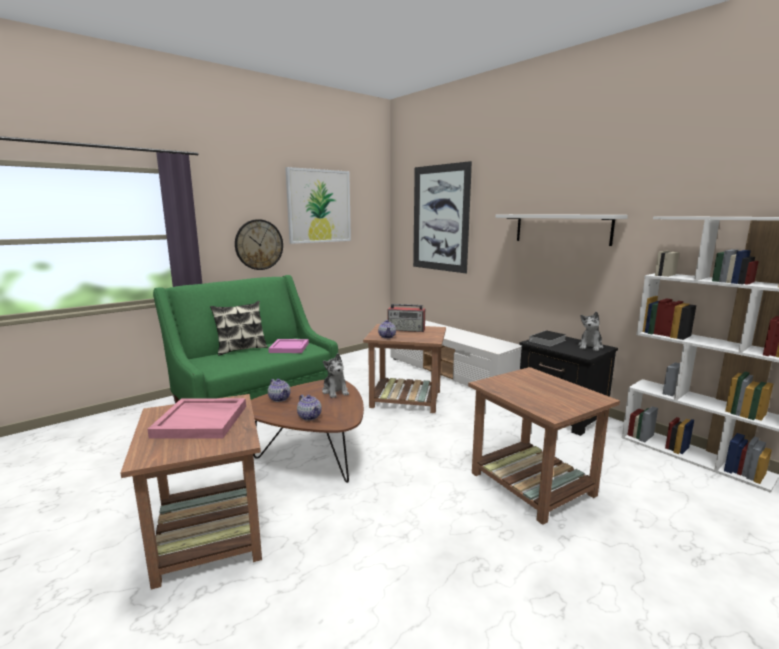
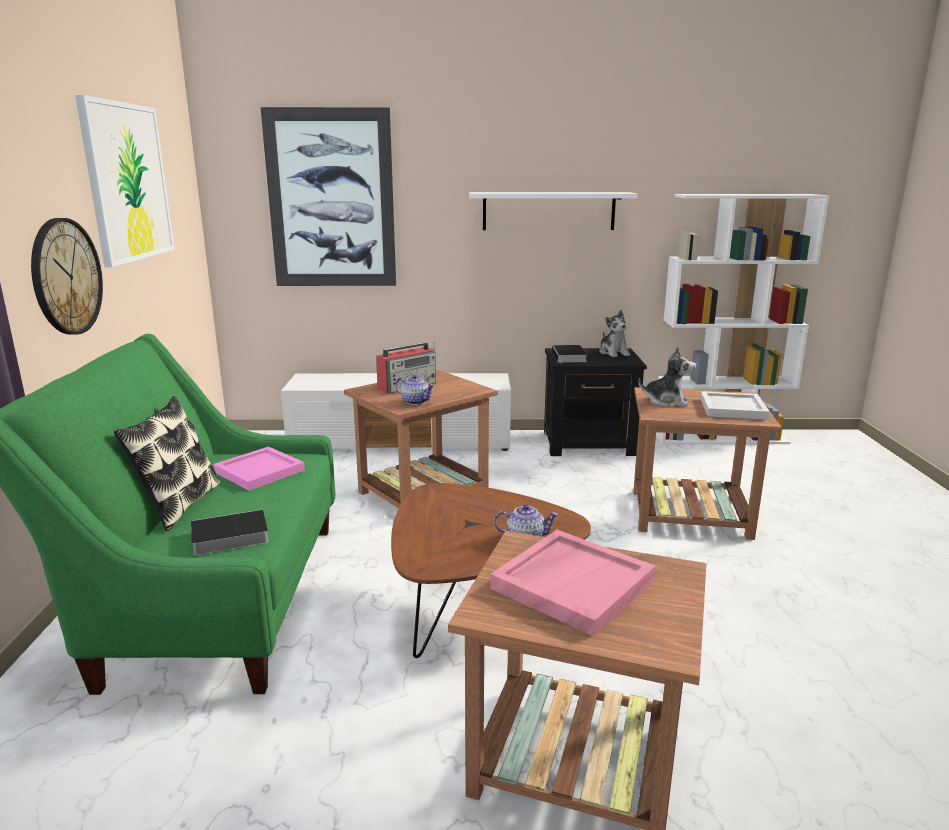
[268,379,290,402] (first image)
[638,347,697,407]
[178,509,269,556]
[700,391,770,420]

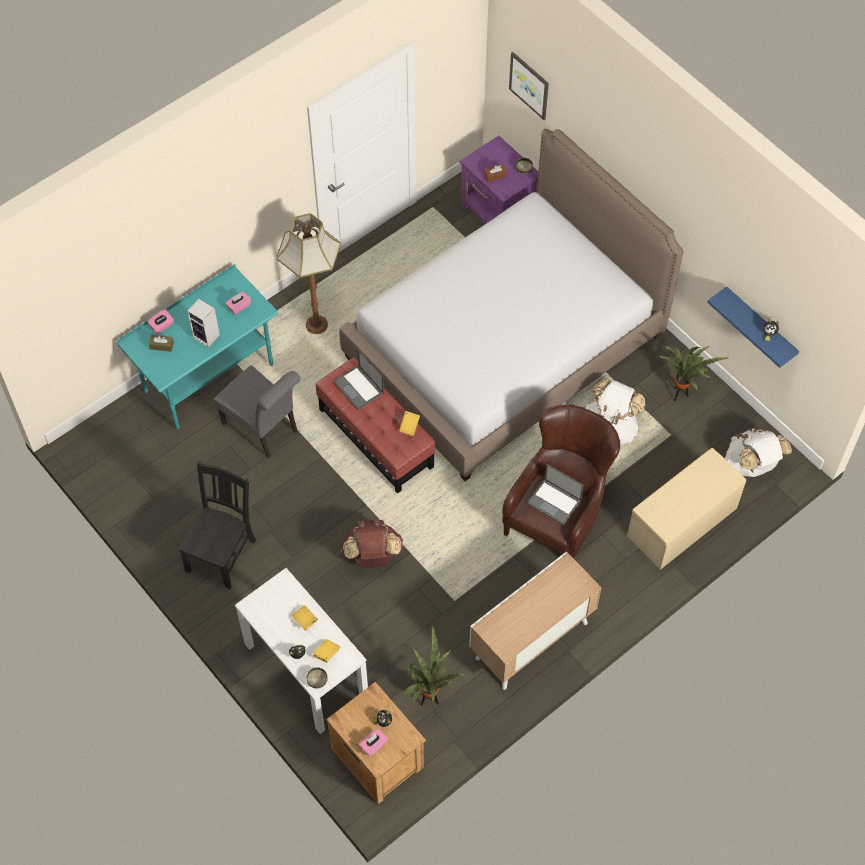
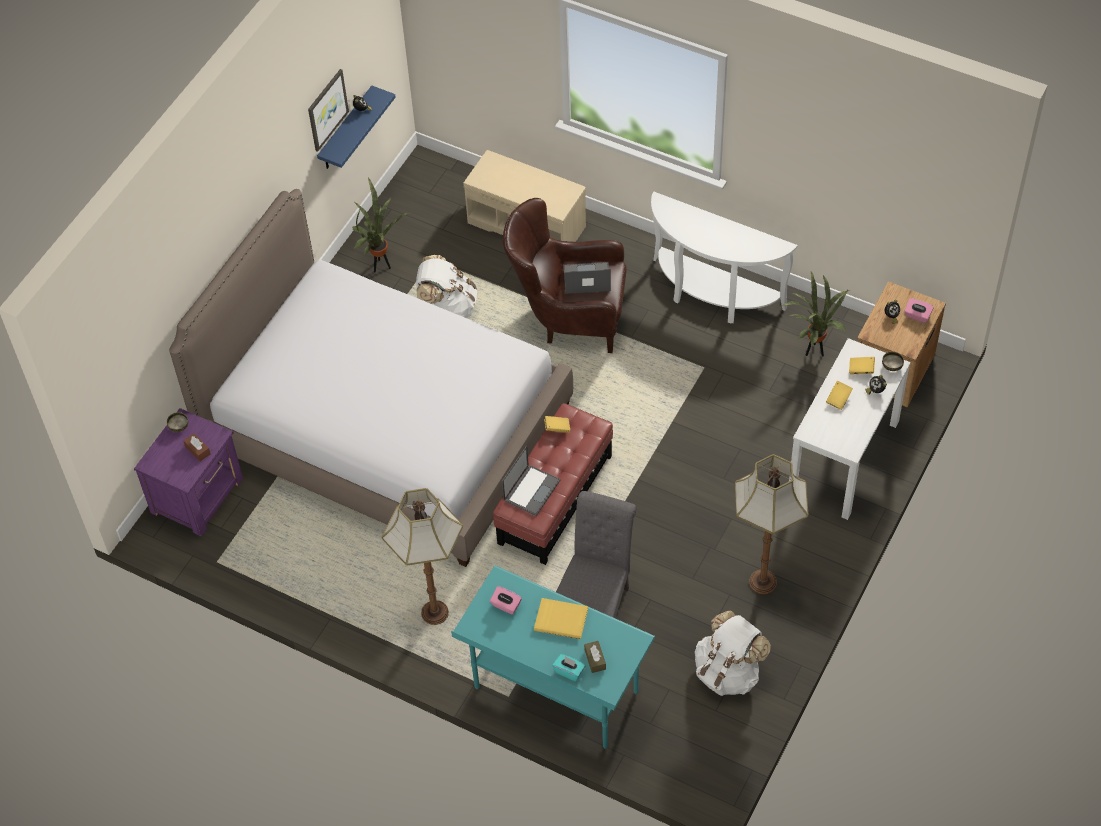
[552,654,585,682]
[735,454,808,594]
[534,598,588,639]
[340,519,403,568] (first image)
[651,192,798,323]
[308,69,349,152]
[563,262,611,294]
[695,610,771,696]

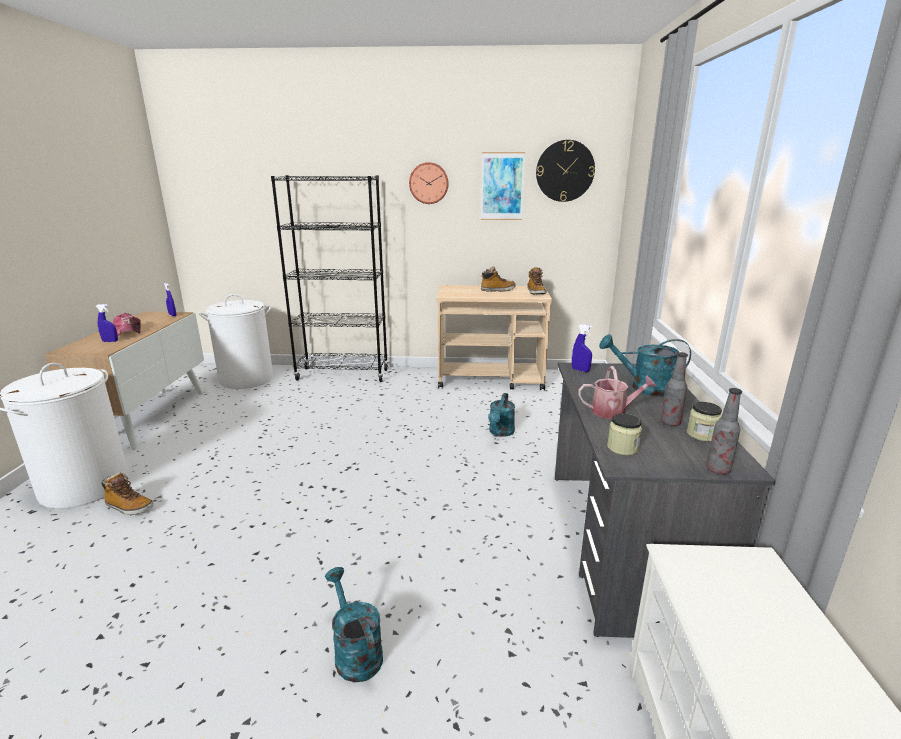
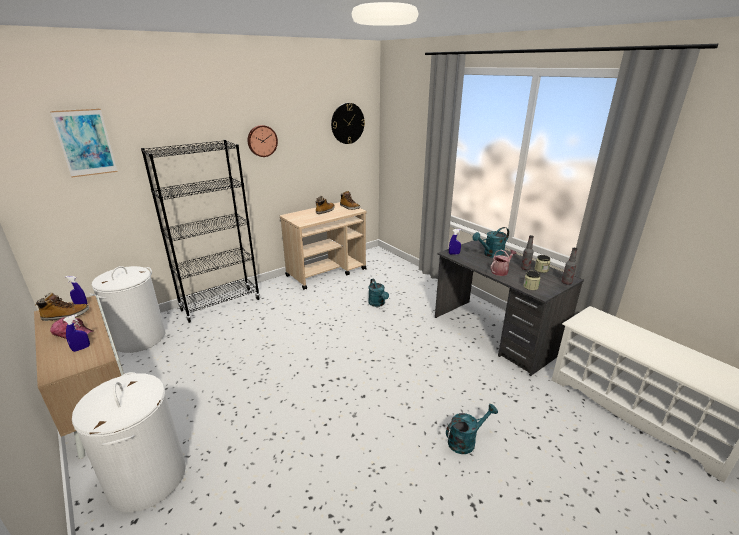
[35,293,89,321]
[446,404,498,454]
[50,109,118,177]

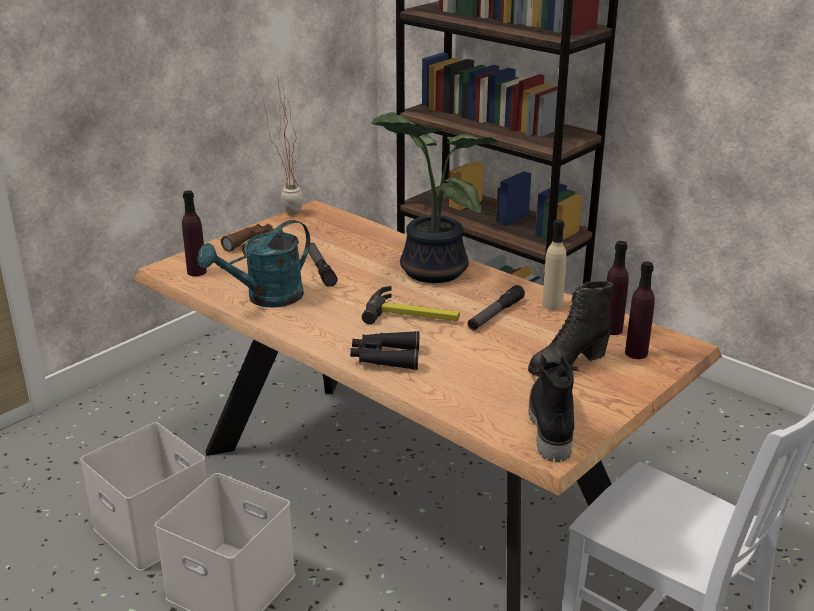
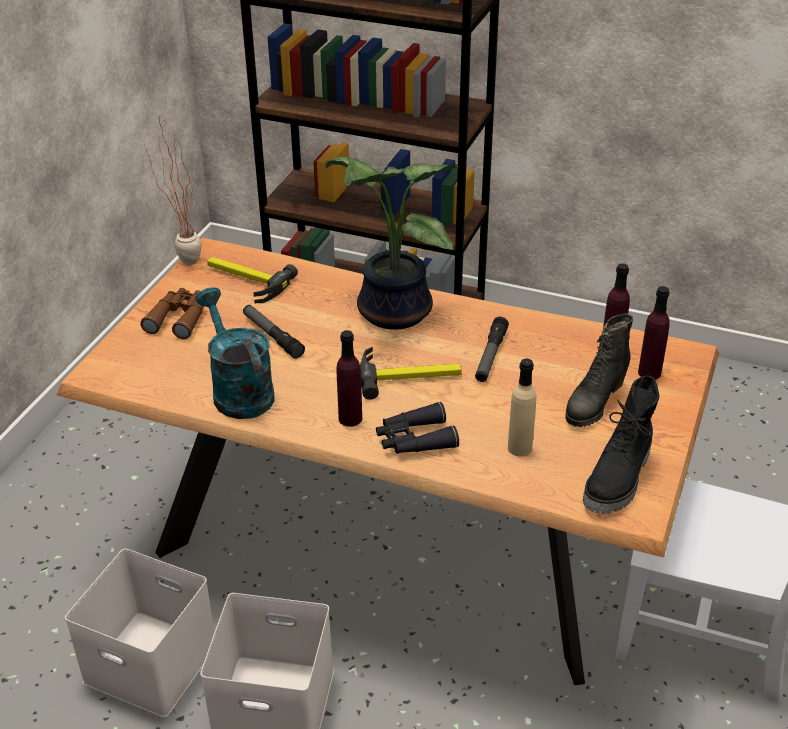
[336,330,362,427]
[195,287,275,419]
[583,375,660,514]
[508,359,537,457]
[207,257,298,303]

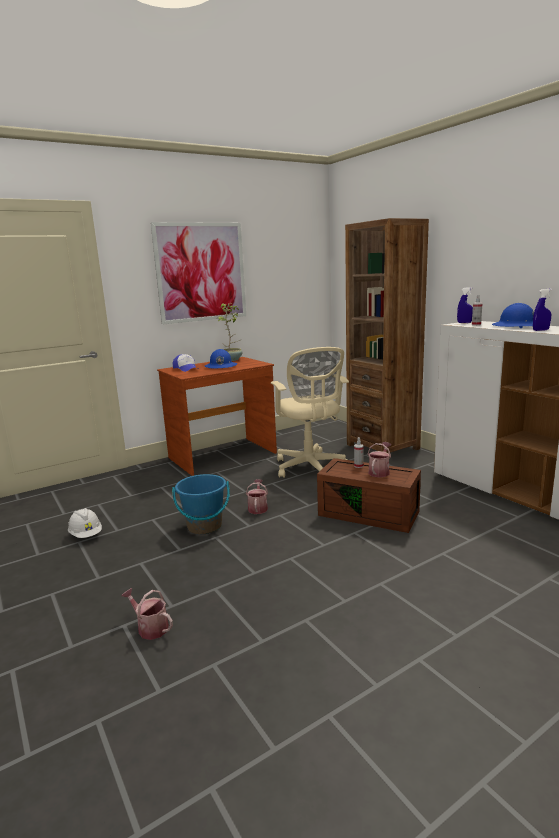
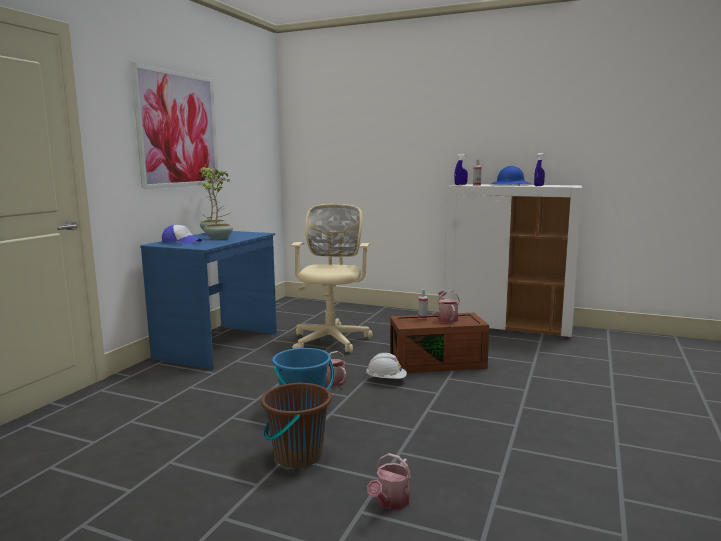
[365,353,407,379]
[367,453,411,510]
[140,231,277,370]
[204,168,233,239]
[291,204,373,353]
[345,218,429,453] (first image)
[261,382,332,468]

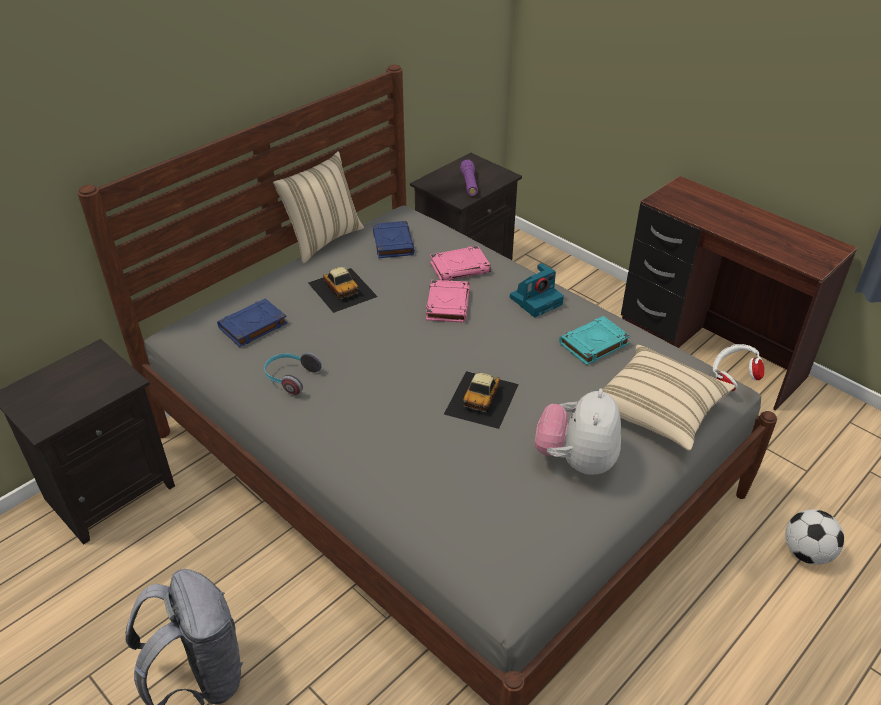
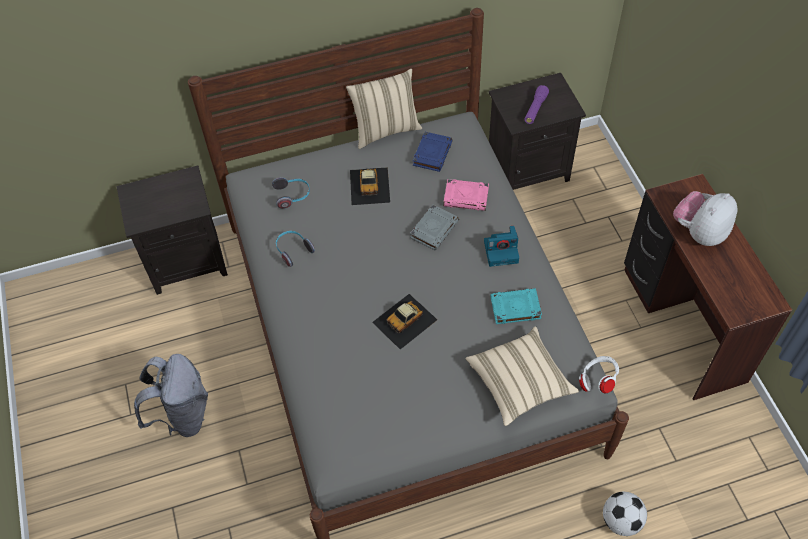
[272,177,310,209]
[410,205,459,251]
[673,191,738,246]

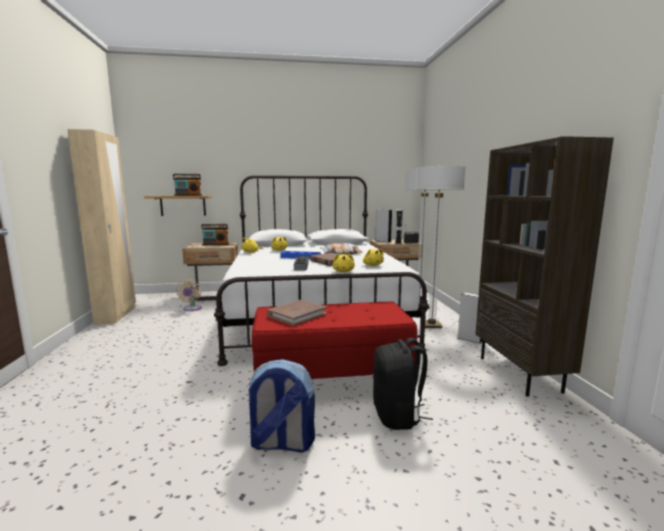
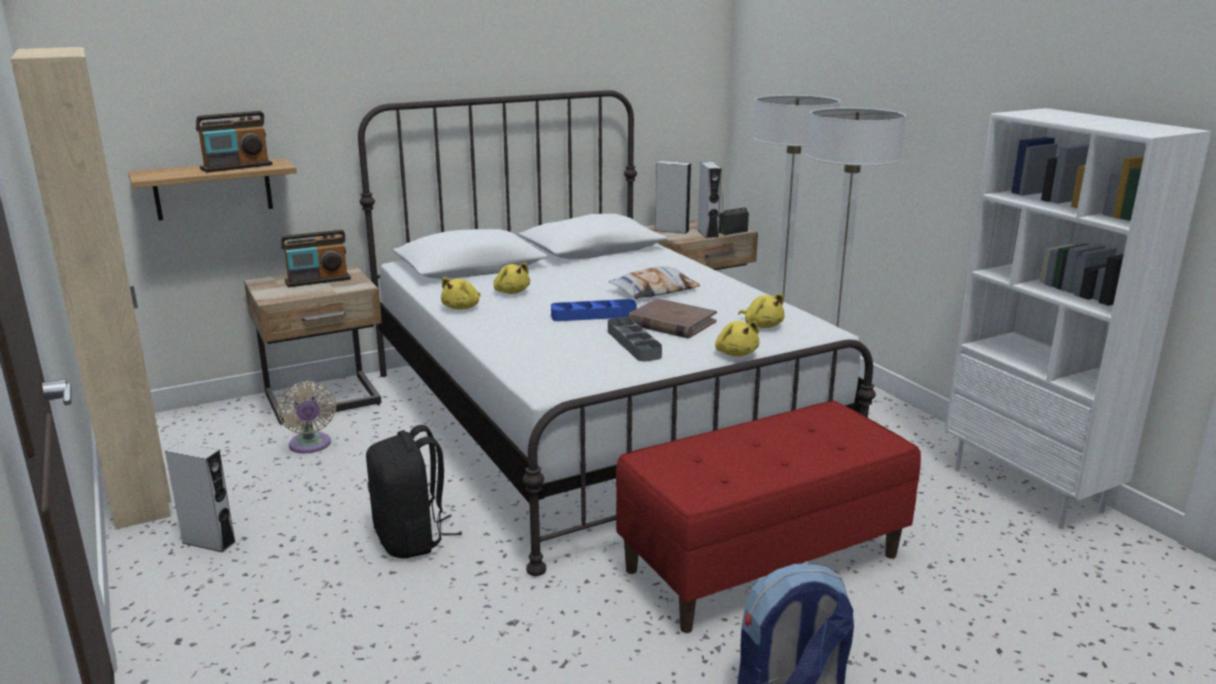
[267,300,327,326] (first image)
[366,425,462,559]
[165,442,236,553]
[945,108,1212,529]

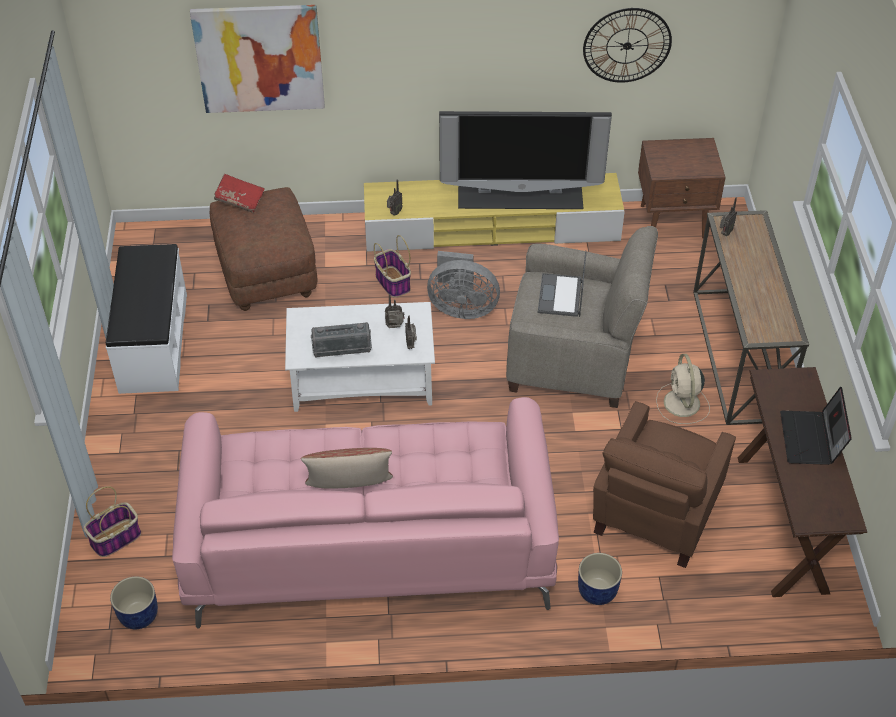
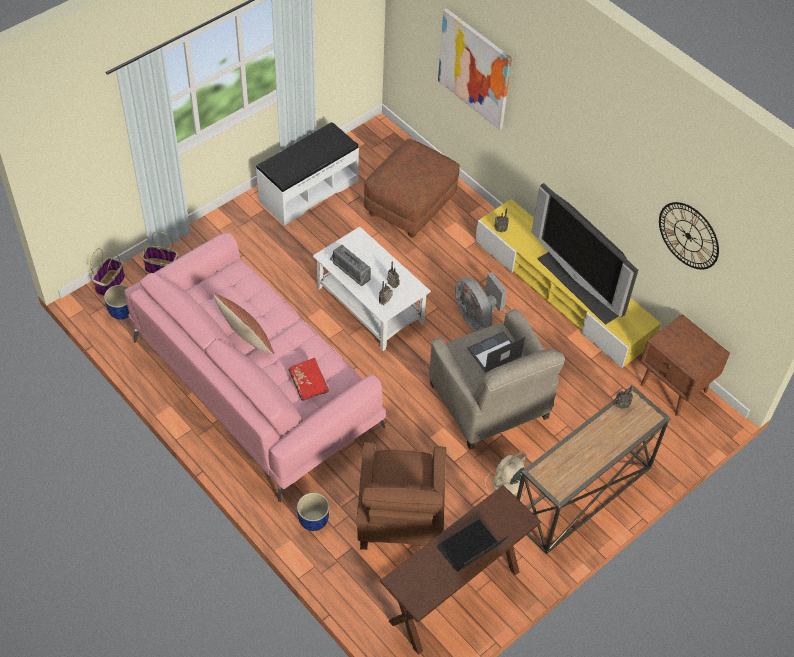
[289,358,329,401]
[90,248,125,296]
[357,442,446,550]

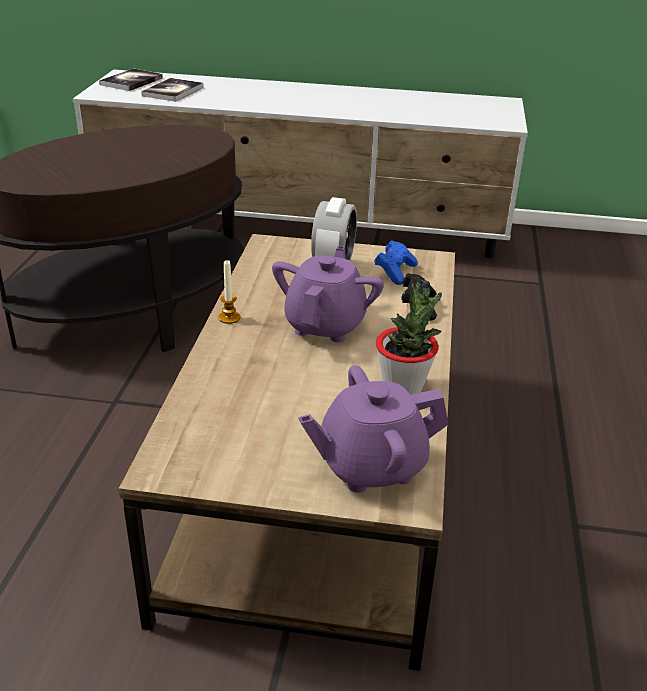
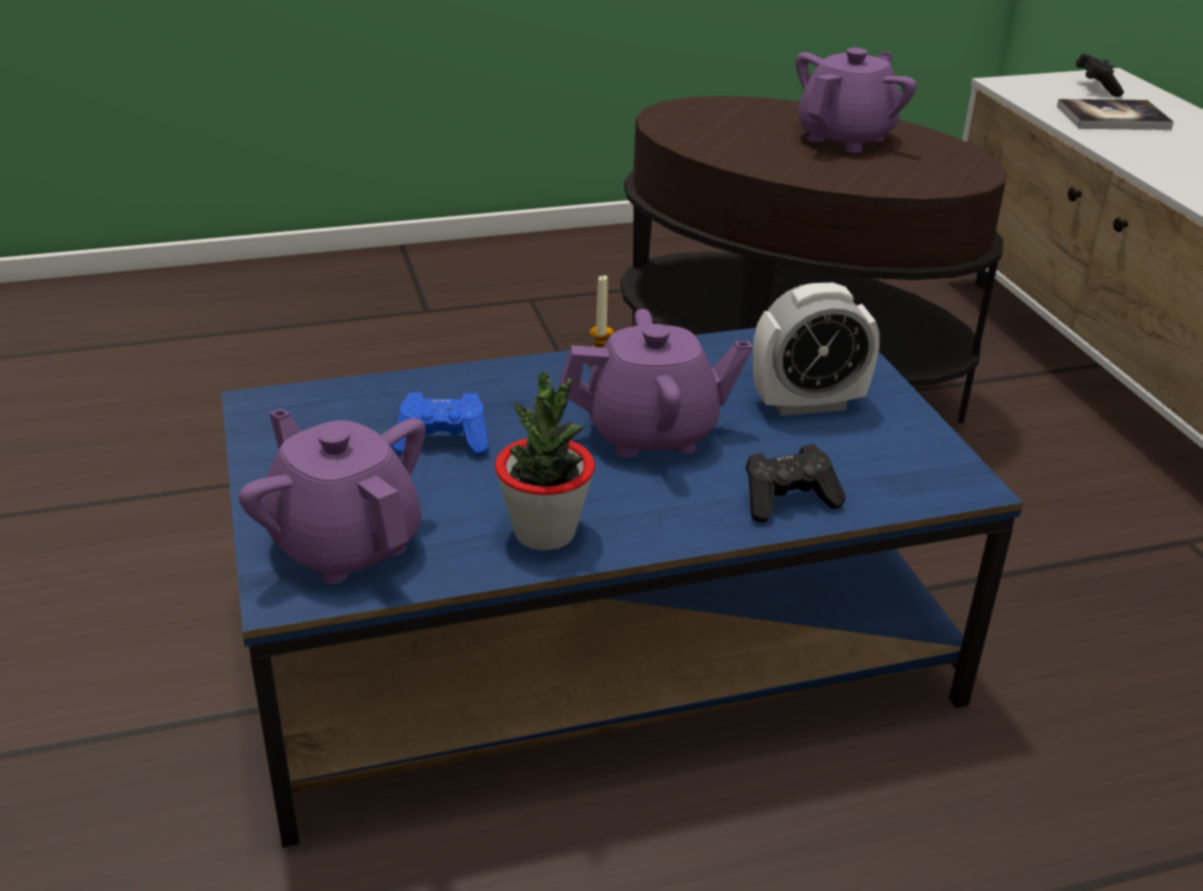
[1076,53,1124,97]
[221,328,1023,847]
[392,392,489,456]
[796,48,917,153]

